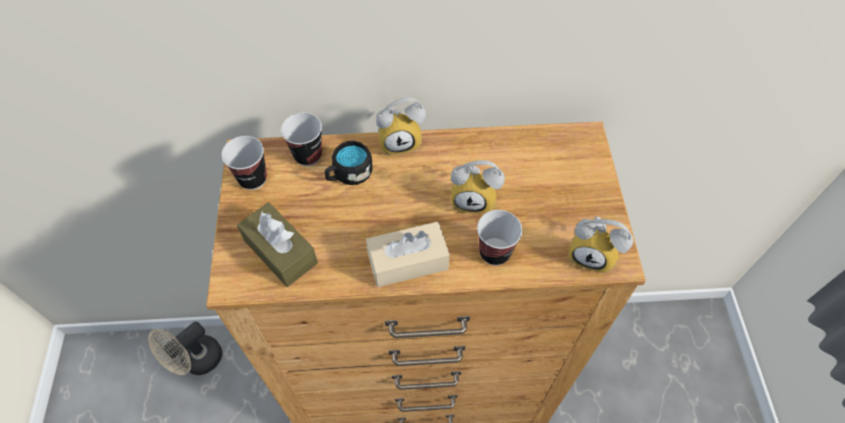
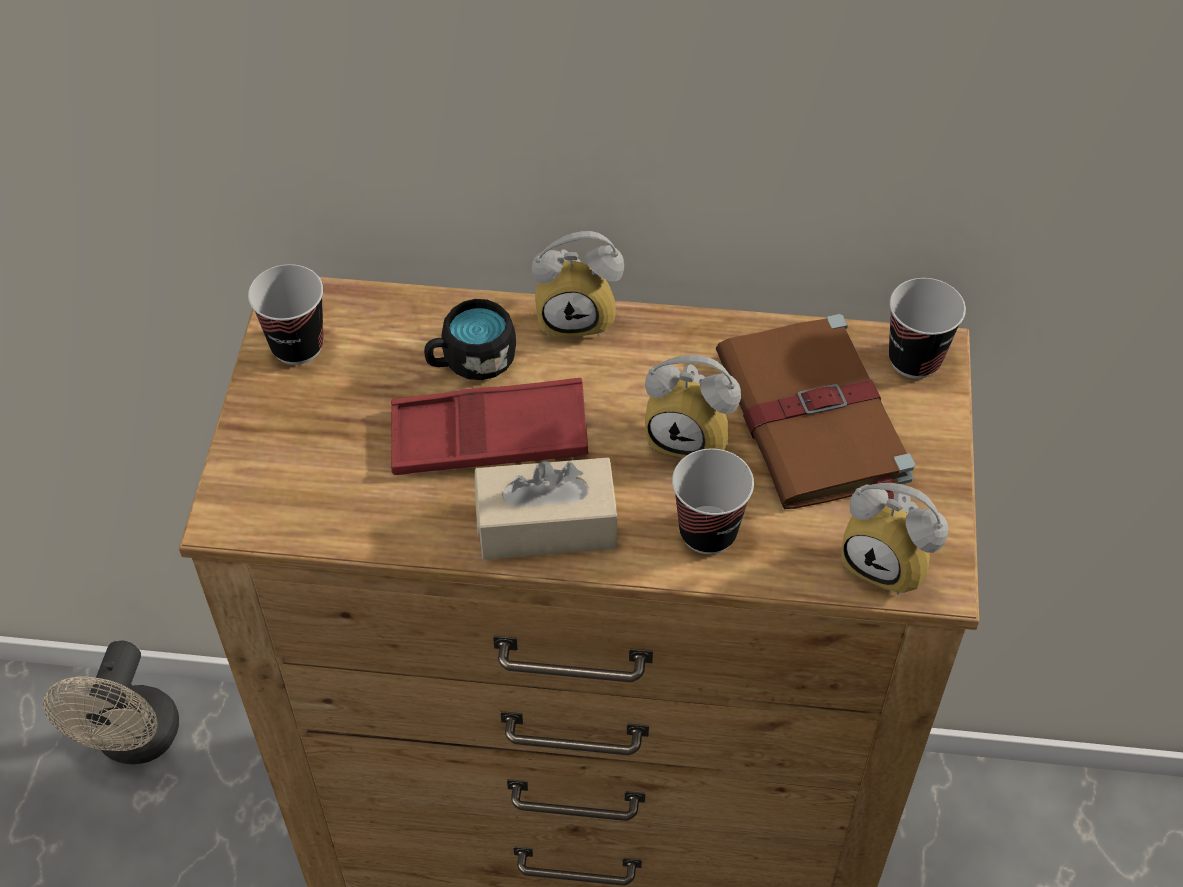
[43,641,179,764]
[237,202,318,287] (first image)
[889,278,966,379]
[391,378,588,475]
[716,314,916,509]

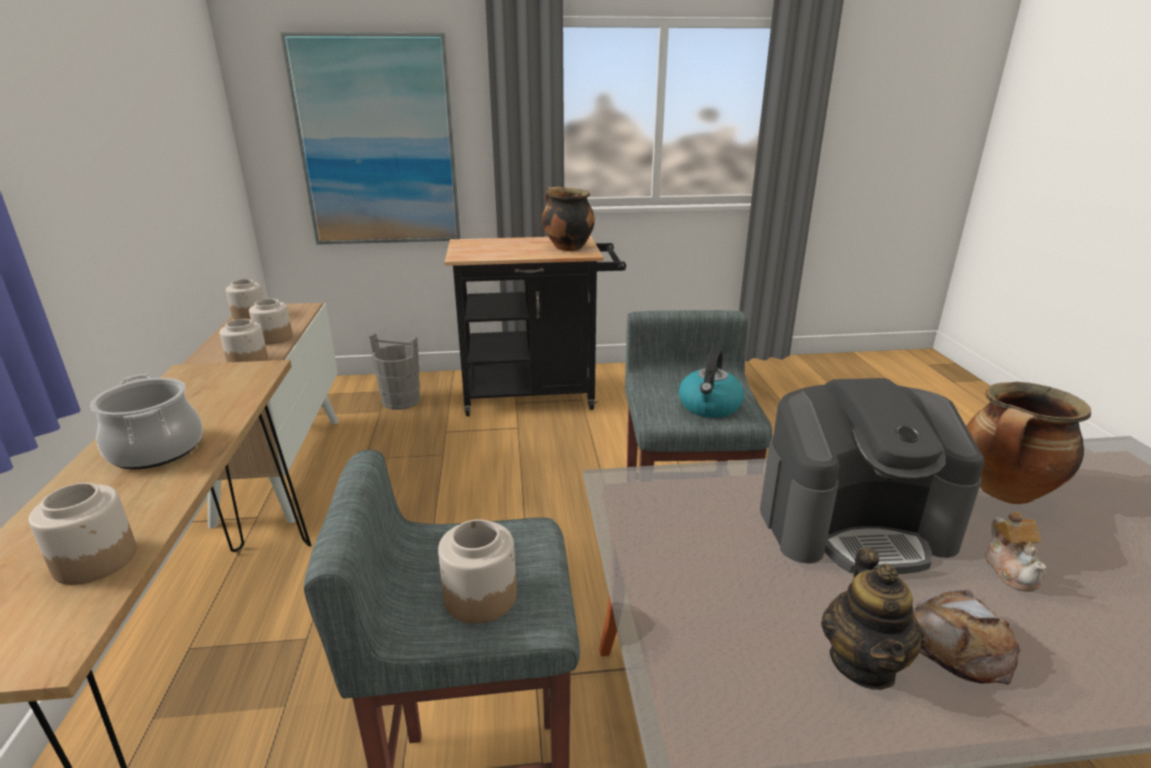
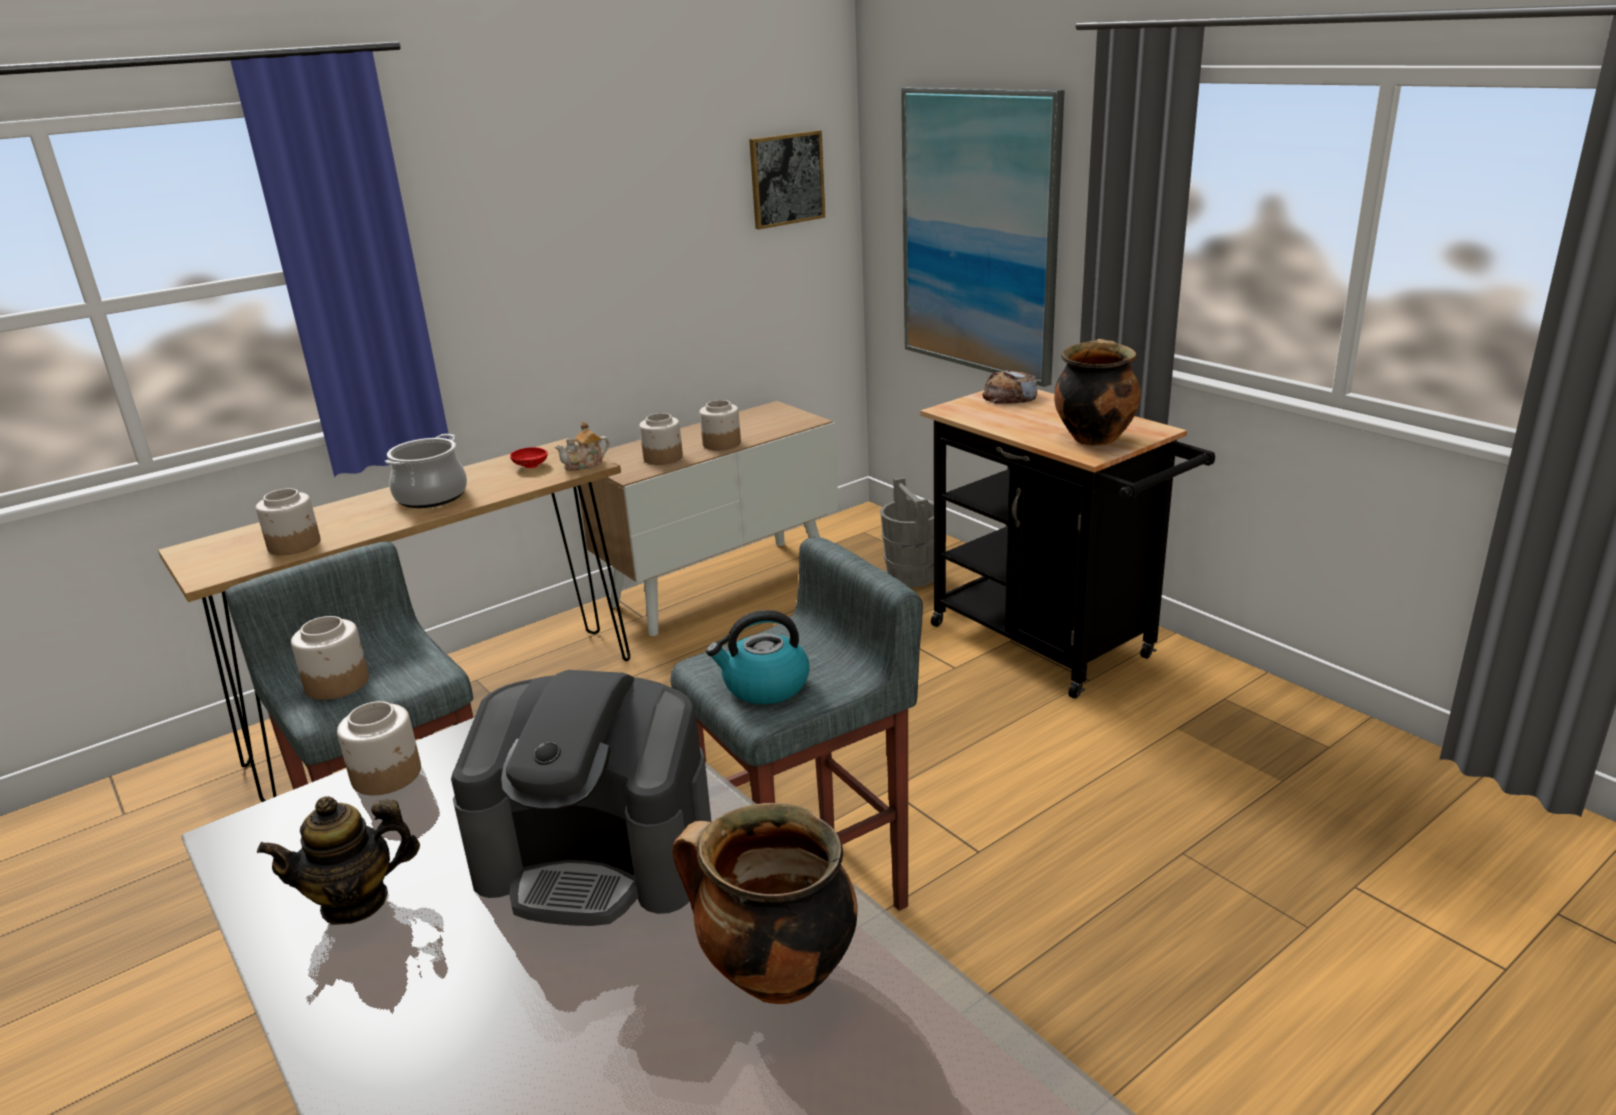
[337,701,421,795]
[451,670,712,926]
[982,370,1037,404]
[555,422,609,471]
[510,447,548,468]
[749,130,825,229]

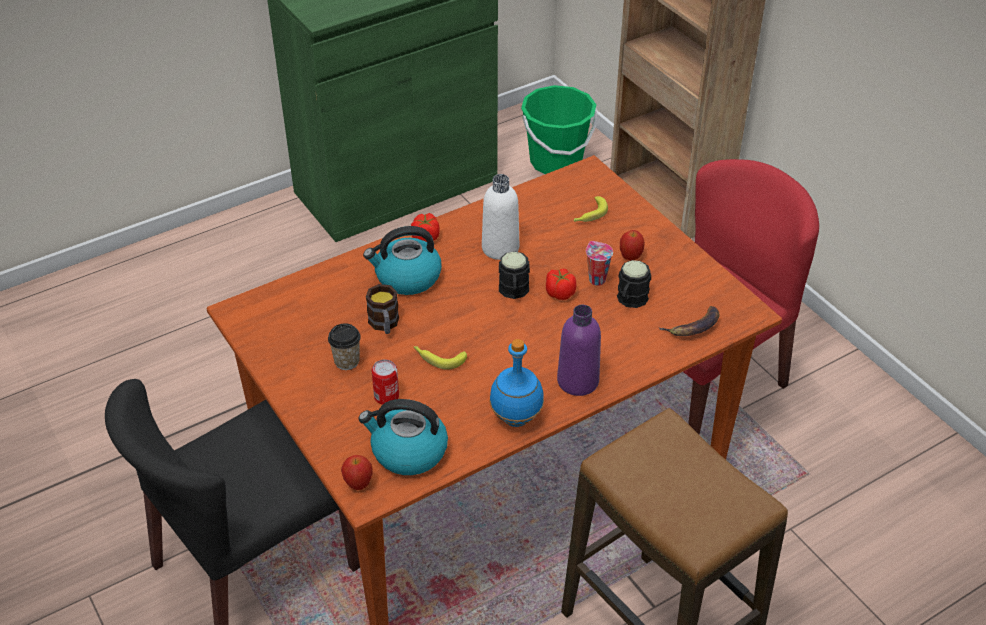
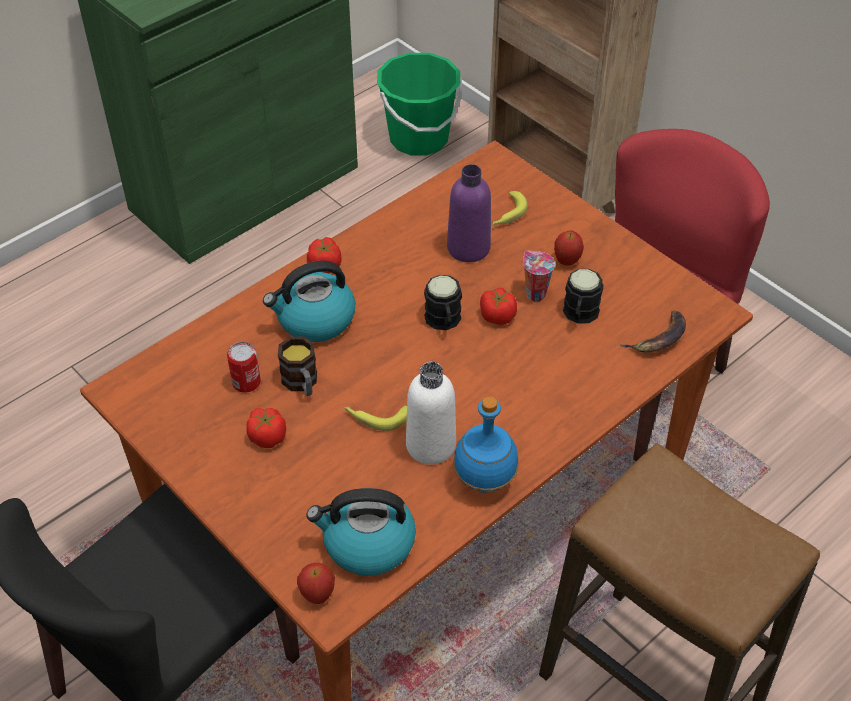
[247,408,286,448]
[227,342,261,393]
[406,362,456,465]
[447,164,491,262]

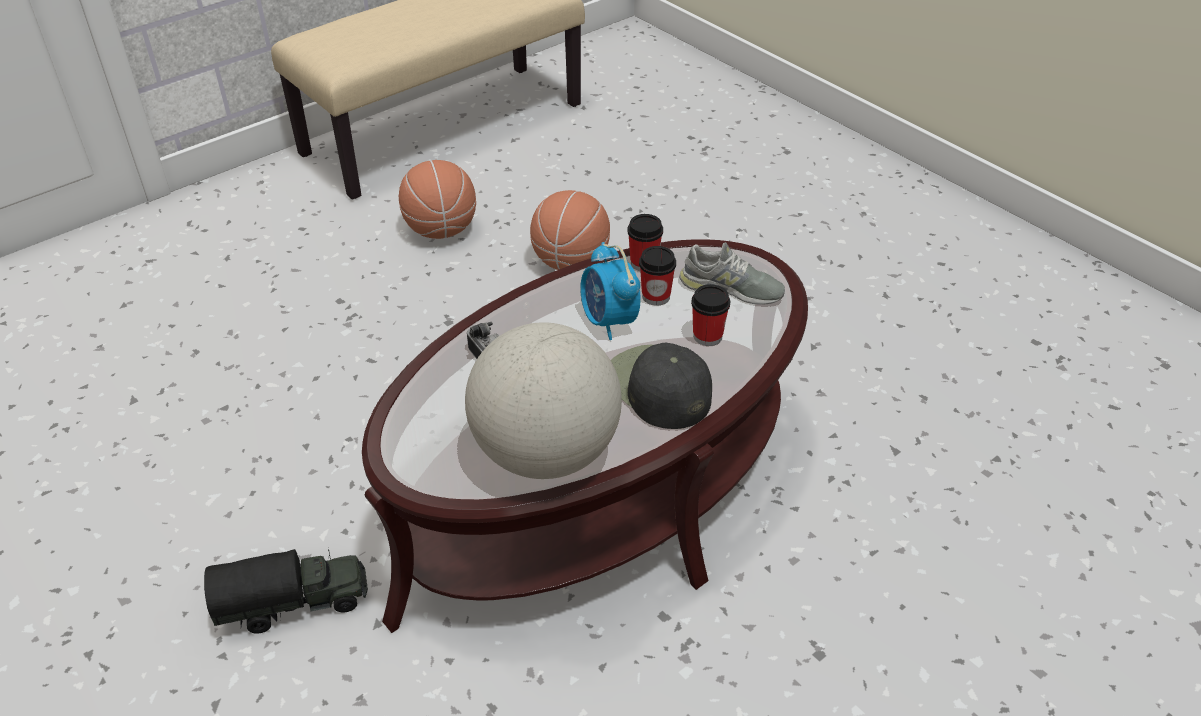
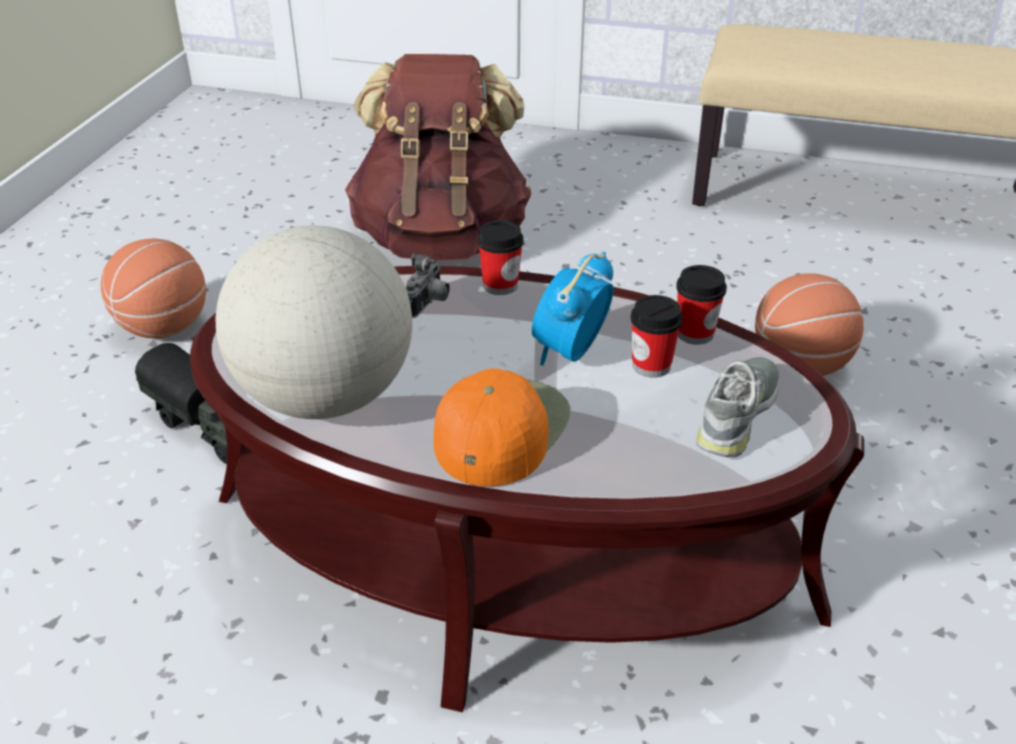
[101,238,206,338]
[434,368,570,486]
[696,357,779,457]
[477,220,523,295]
[345,54,531,261]

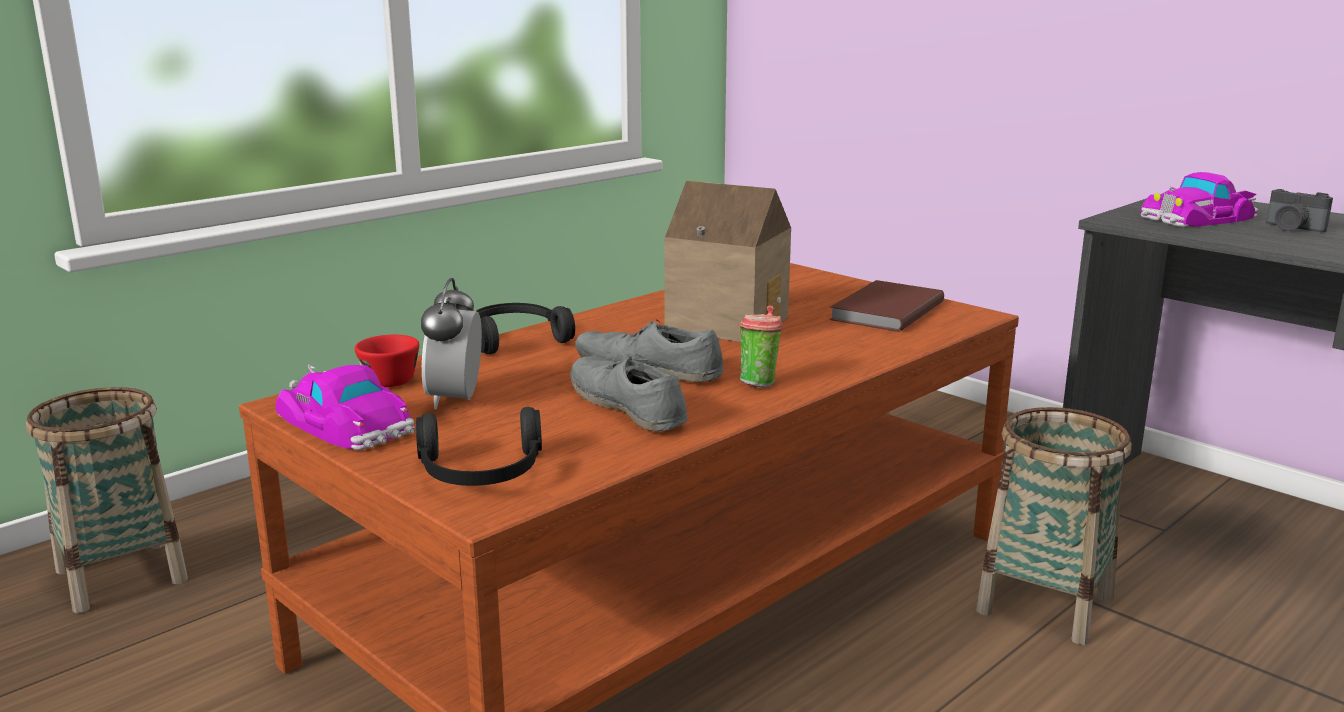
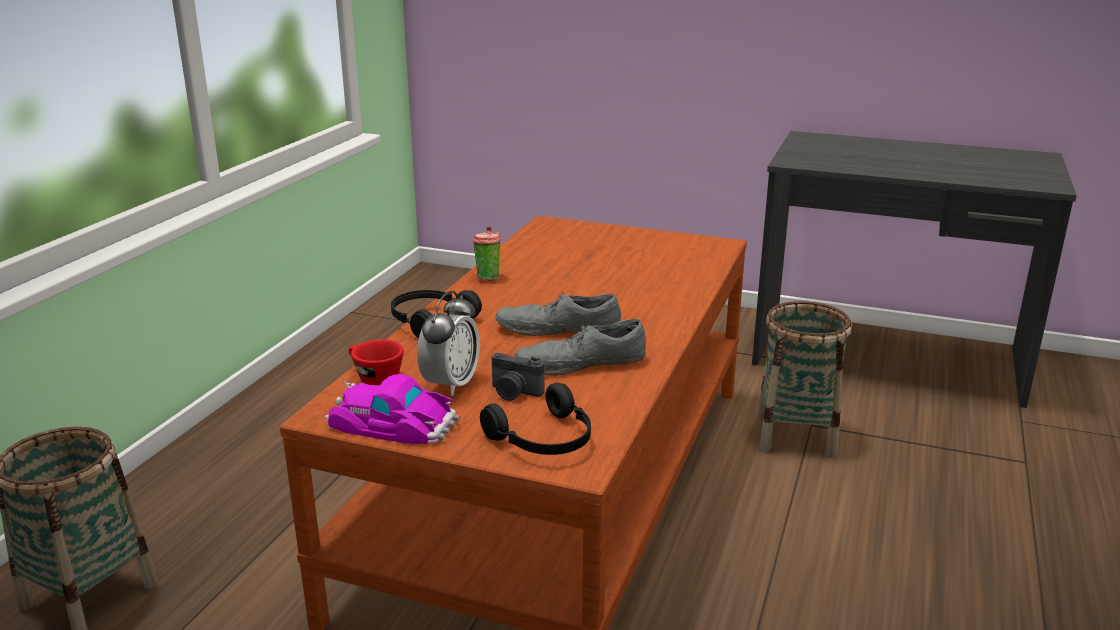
[417,291,480,396]
[514,319,646,376]
[664,181,791,342] (first image)
[473,226,501,281]
[830,280,944,332] (first image)
[1140,172,1258,227] (first image)
[492,353,544,401]

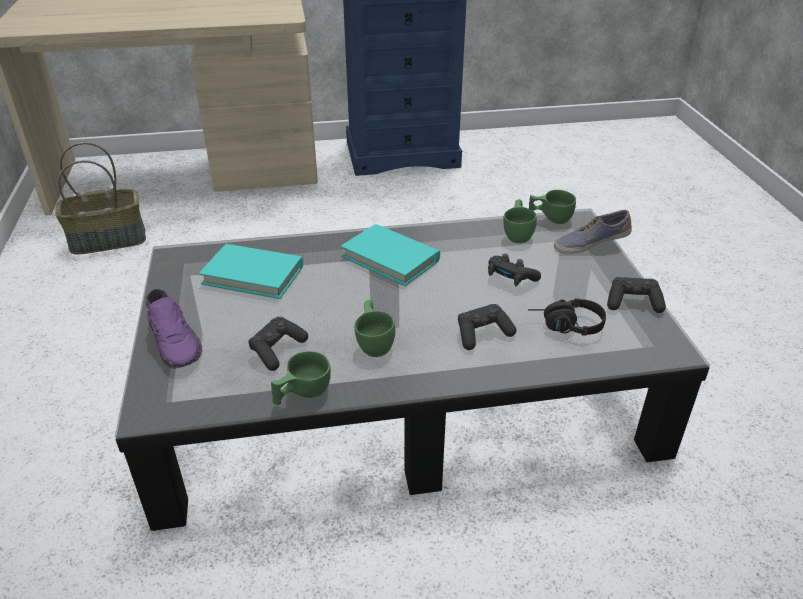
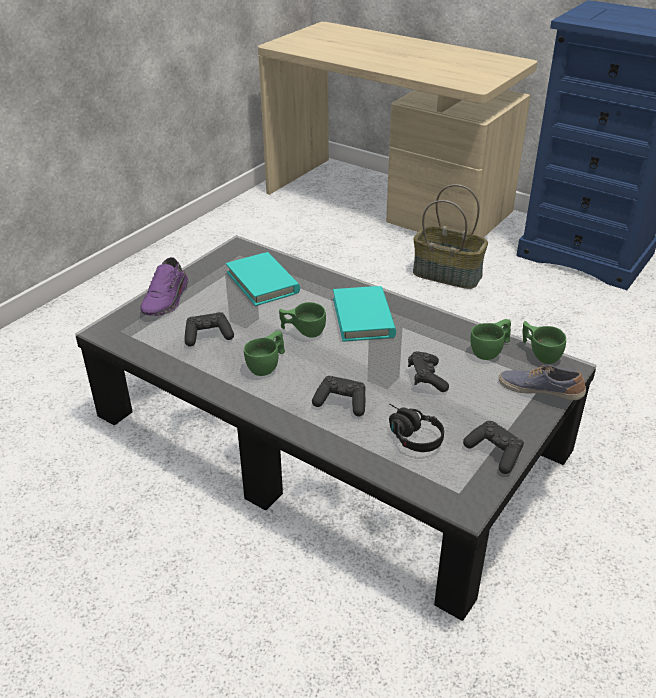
[413,184,488,289]
[279,302,326,338]

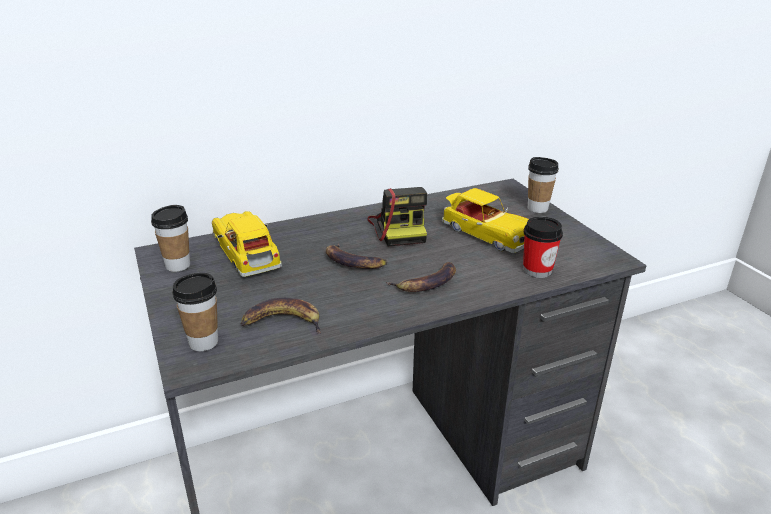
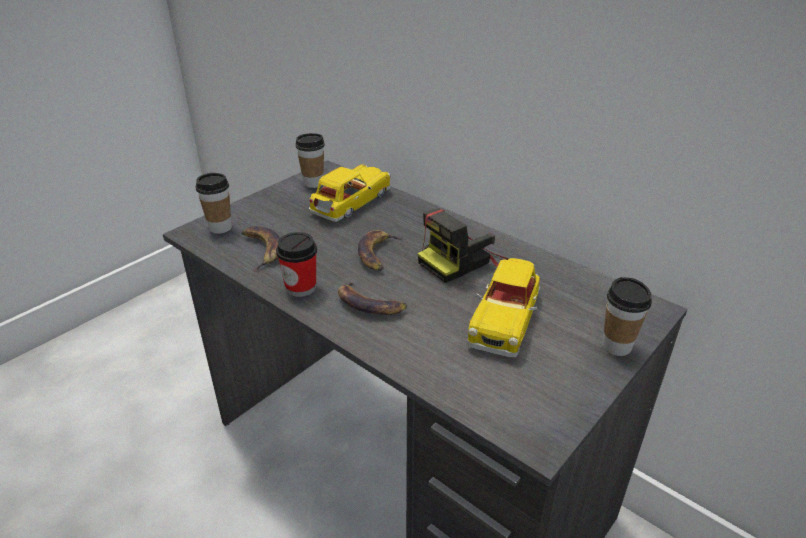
[276,232,317,297]

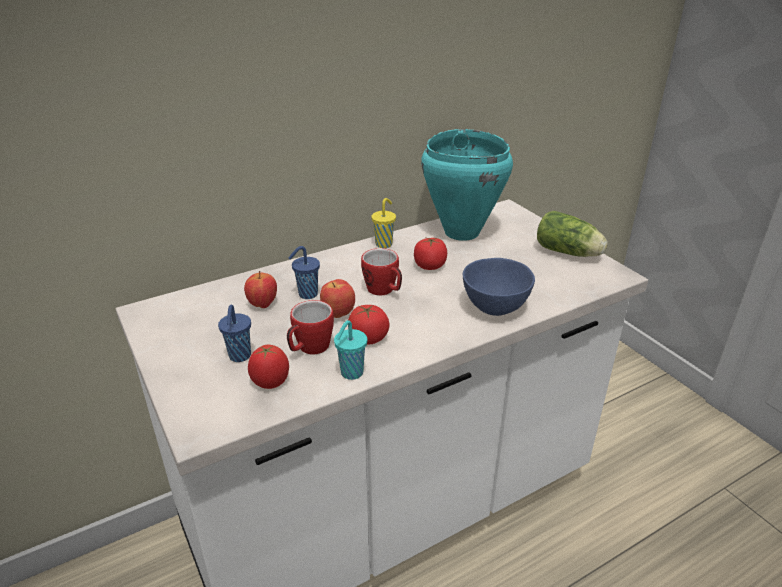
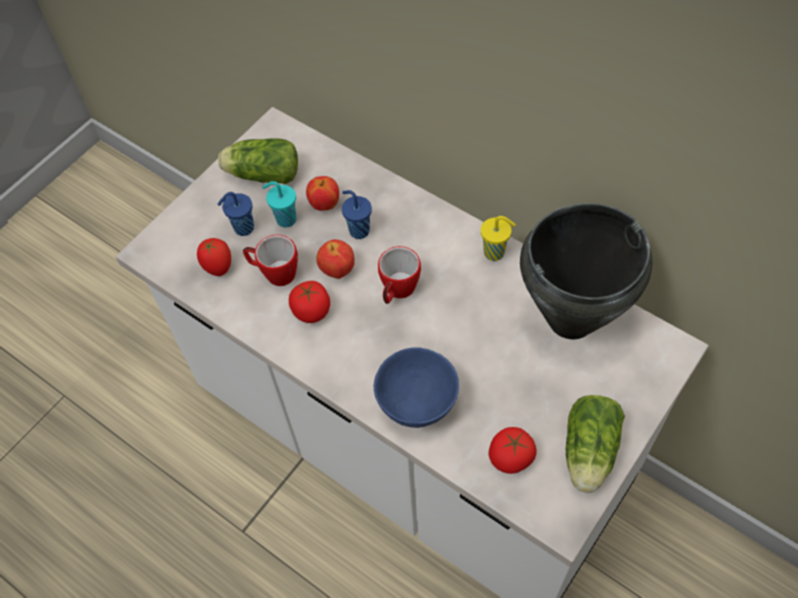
[262,181,296,228]
[489,427,537,474]
[520,203,652,339]
[218,138,298,184]

